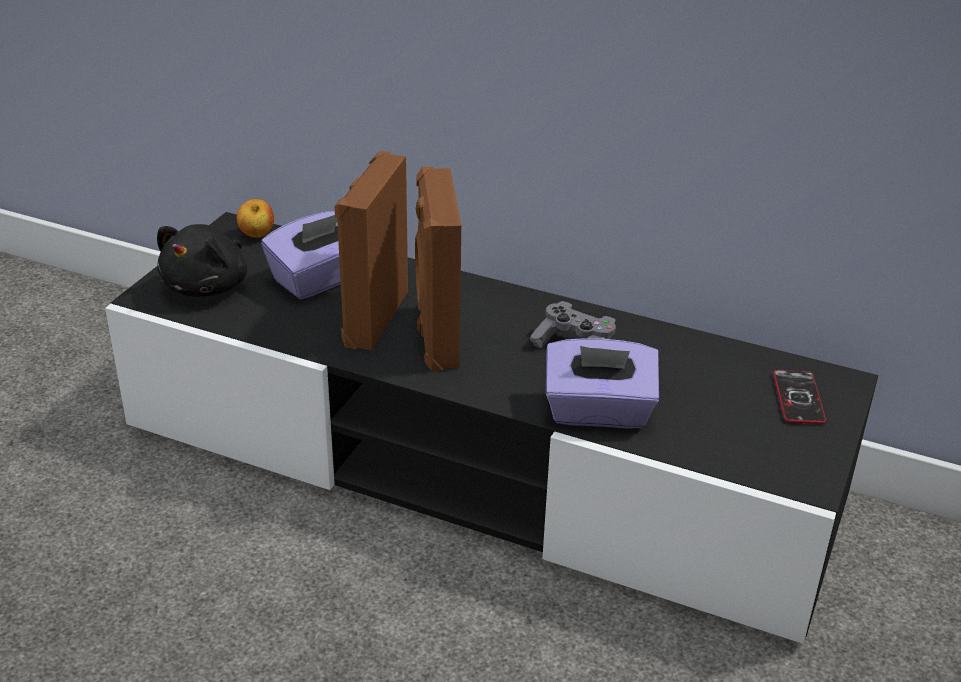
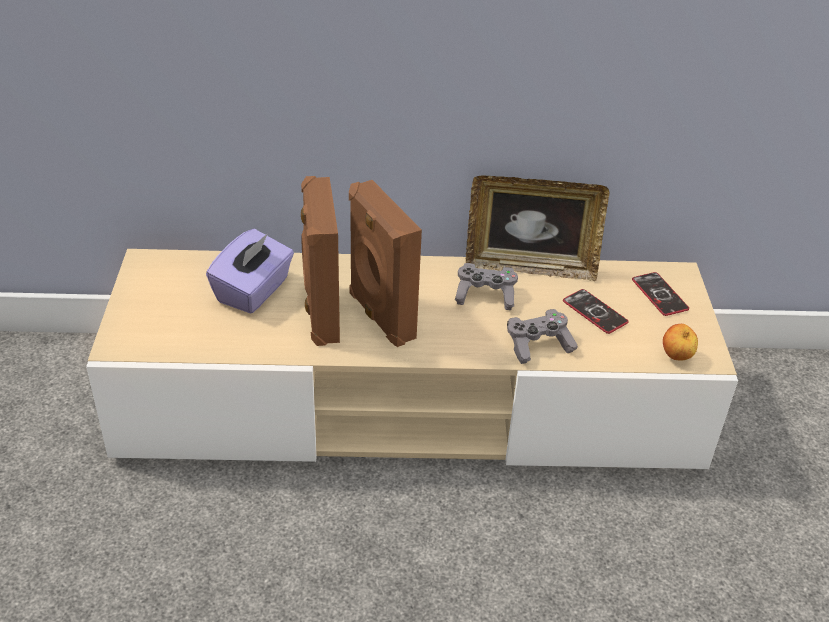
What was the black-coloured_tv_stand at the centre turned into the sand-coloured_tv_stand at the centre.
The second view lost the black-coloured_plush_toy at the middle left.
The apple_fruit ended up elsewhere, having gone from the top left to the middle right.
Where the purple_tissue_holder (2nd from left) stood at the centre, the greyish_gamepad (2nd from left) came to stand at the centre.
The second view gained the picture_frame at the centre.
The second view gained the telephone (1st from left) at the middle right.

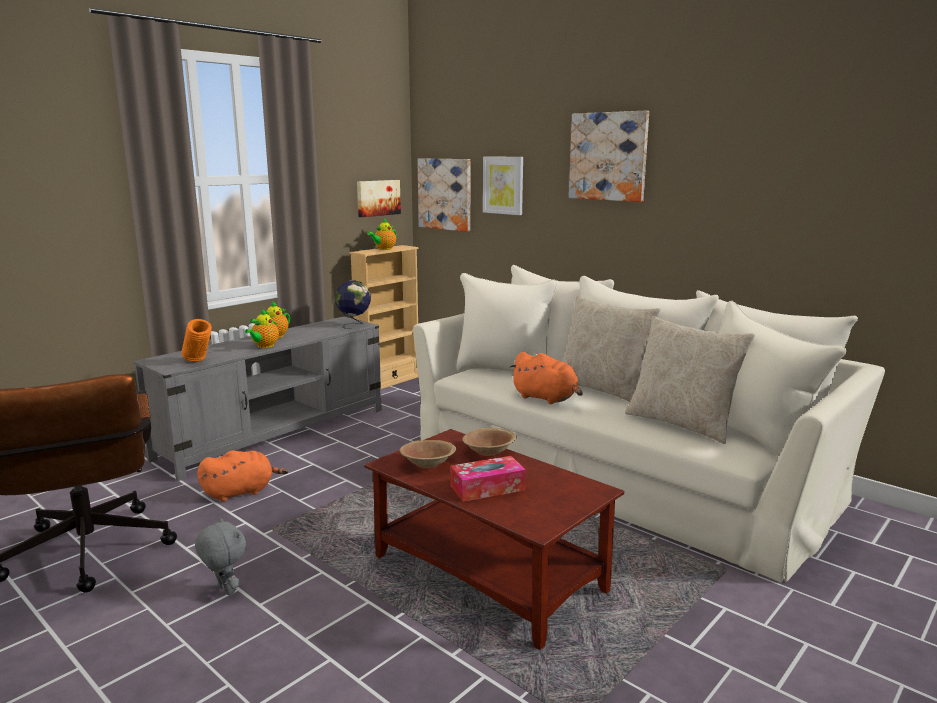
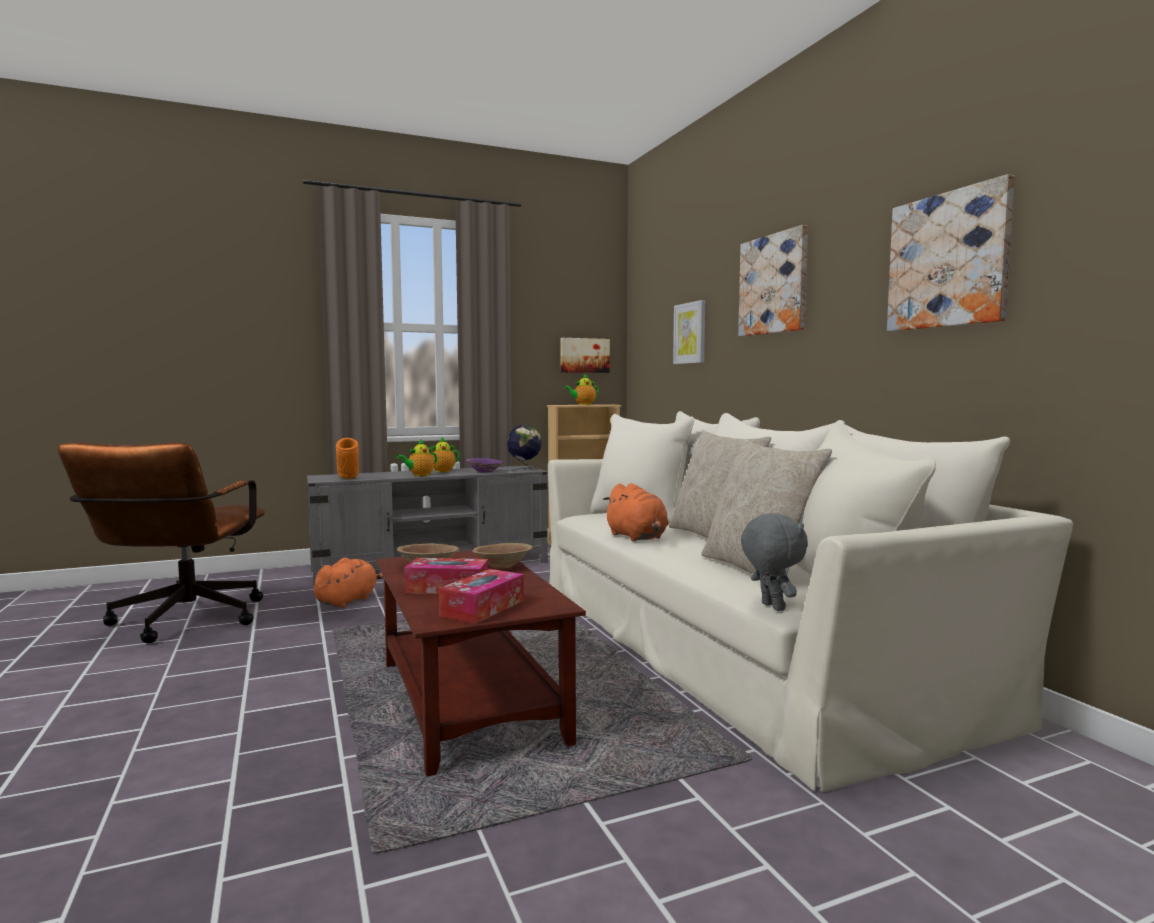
The greyish_plush_toy ended up elsewhere, having gone from the bottom left to the middle right.
The orangey_plush_toy (1st from left) at the bottom left ended up facing another way, 60 degrees counterclockwise from before.
The wall_picture (2nd from left in the first image) ended up elsewhere, having gone from the top centre to the top right.
The second view gained the tissue_holder (2nd from left) at the centre.
The second view gained the purple_deep_dish at the centre.

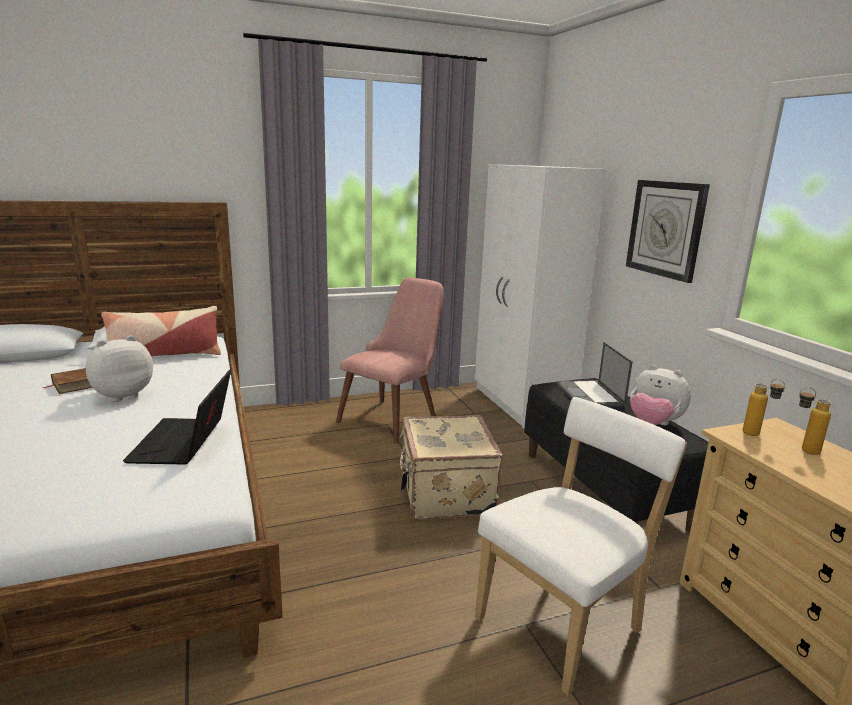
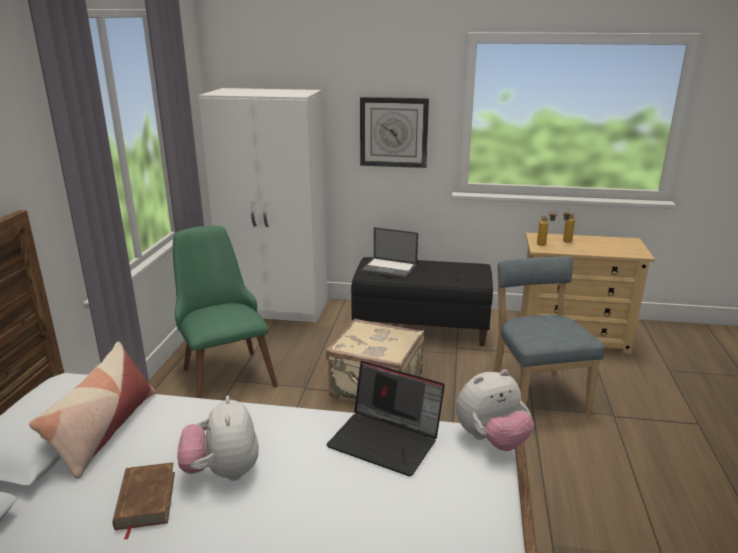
What was the pink-coloured_upright_chair at the centre turned into the greenish_upright_chair at the middle left.
What was the white_upright_chair at the bottom right turned into the bluish_upright_chair at the middle right.
The plush_toy (2nd from left) ended up elsewhere, having gone from the middle right to the bottom right.

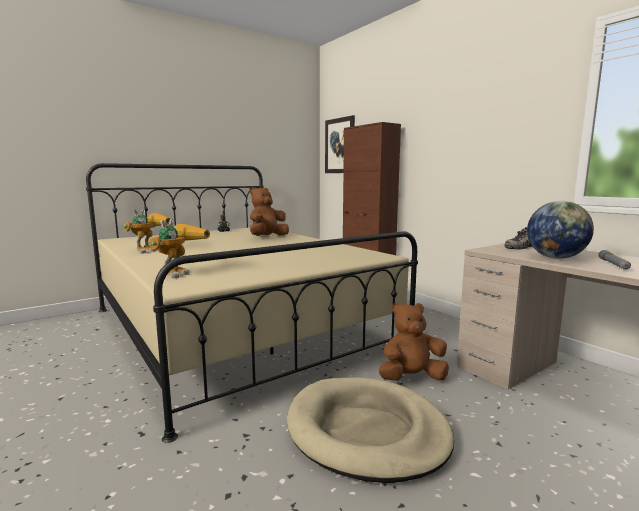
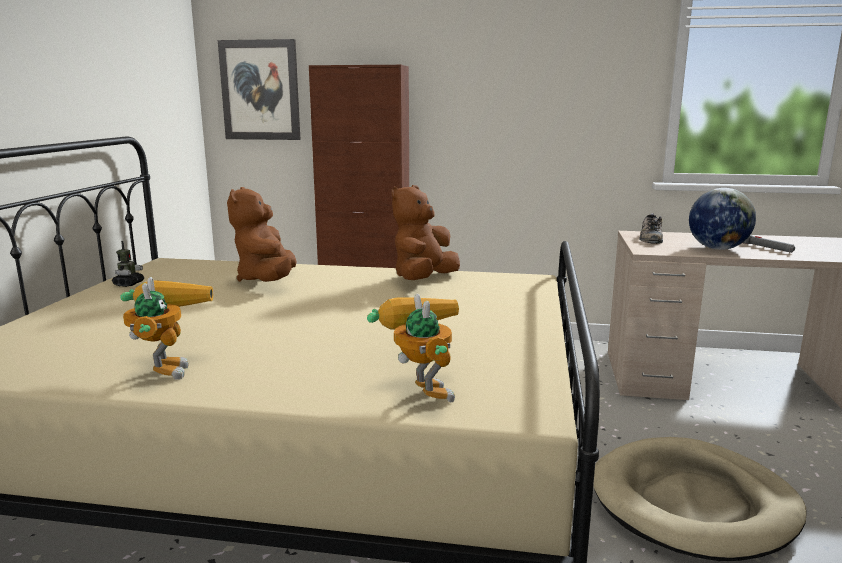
The brownish_plush_toy (2nd from left) ended up elsewhere, having gone from the bottom centre to the centre.

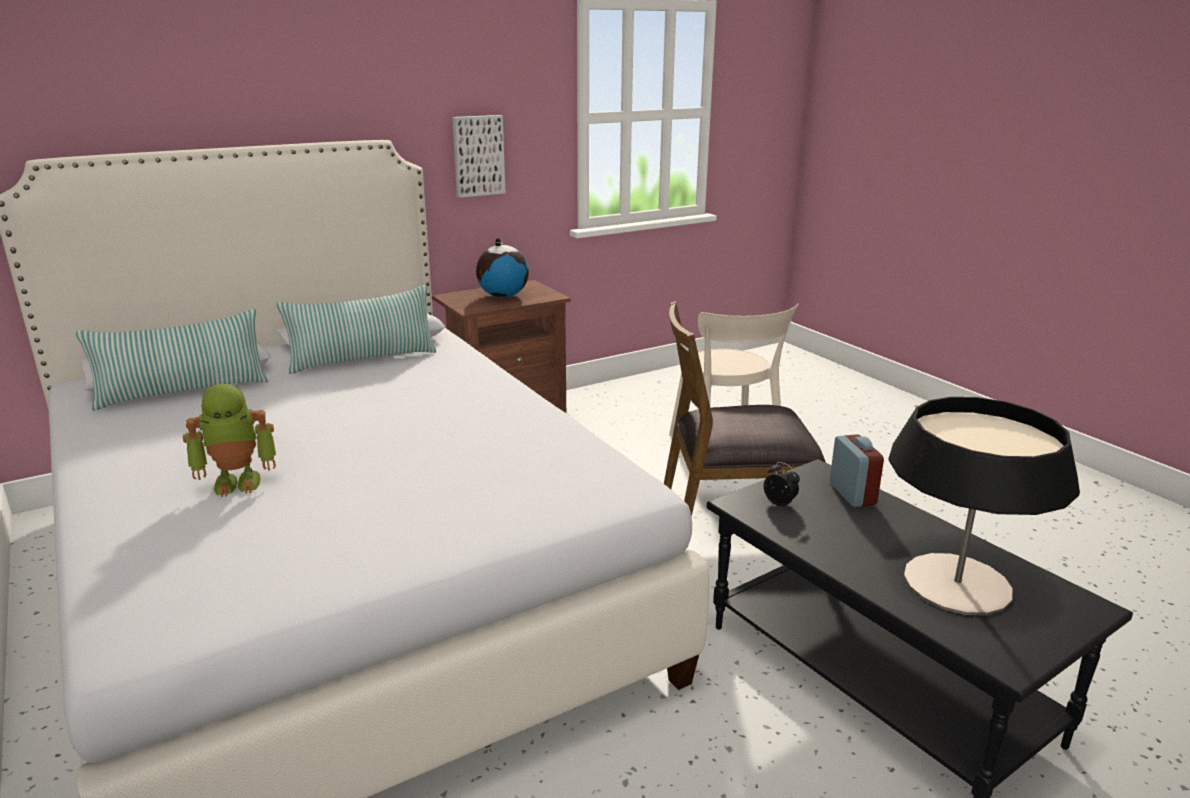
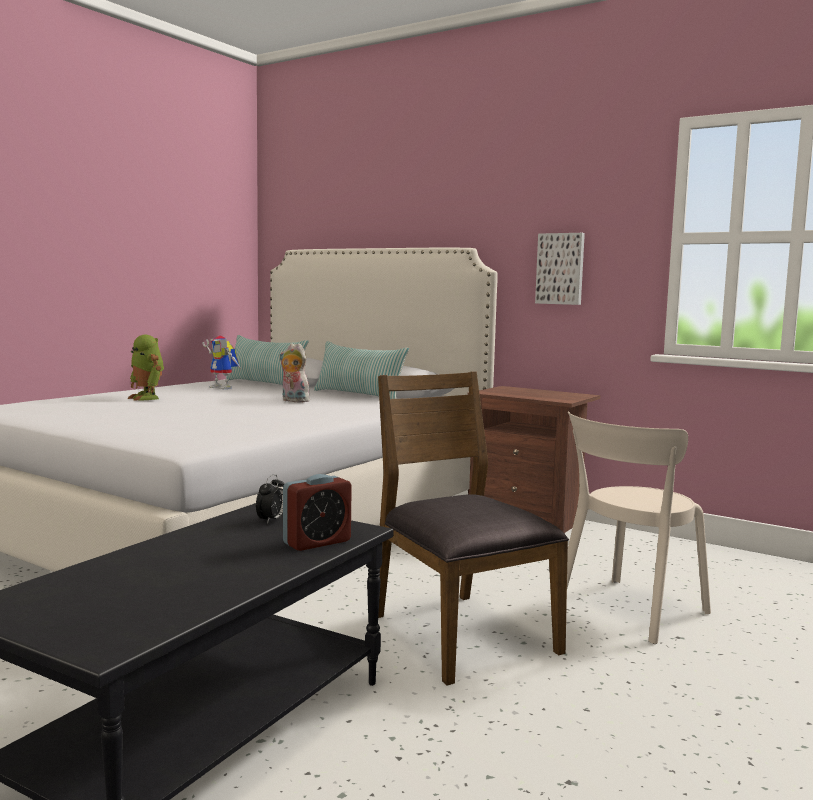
The second view lost the desk_globe at the centre.
The second view lost the tabletop_lamp at the middle right.
The second view gained the toy_robot (2nd from left) at the middle left.
The second view gained the plush_toy at the centre.

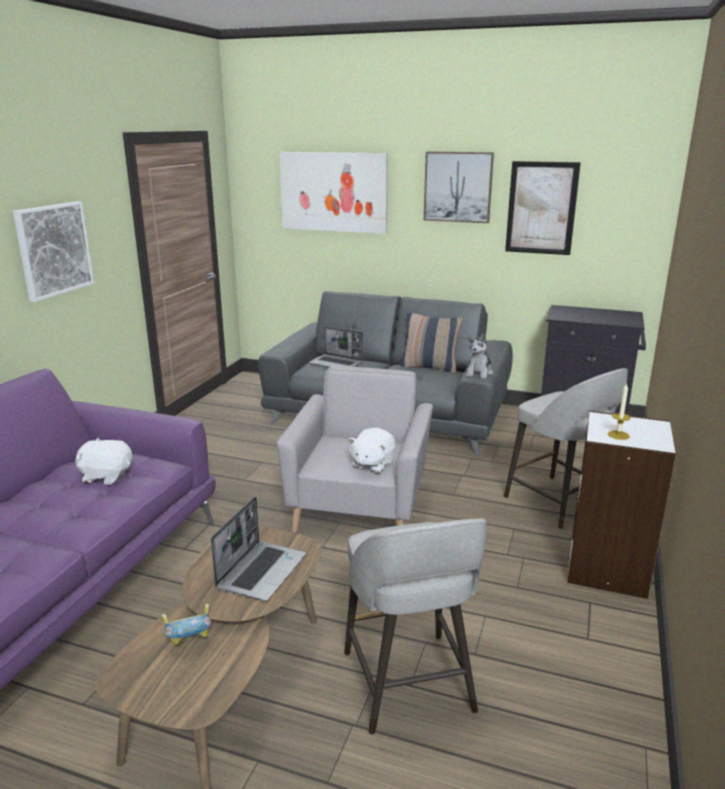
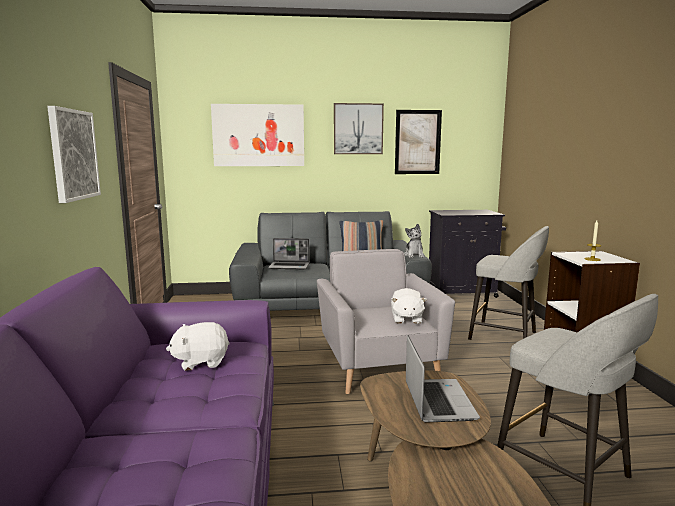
The second view lost the deep_dish at the bottom left.

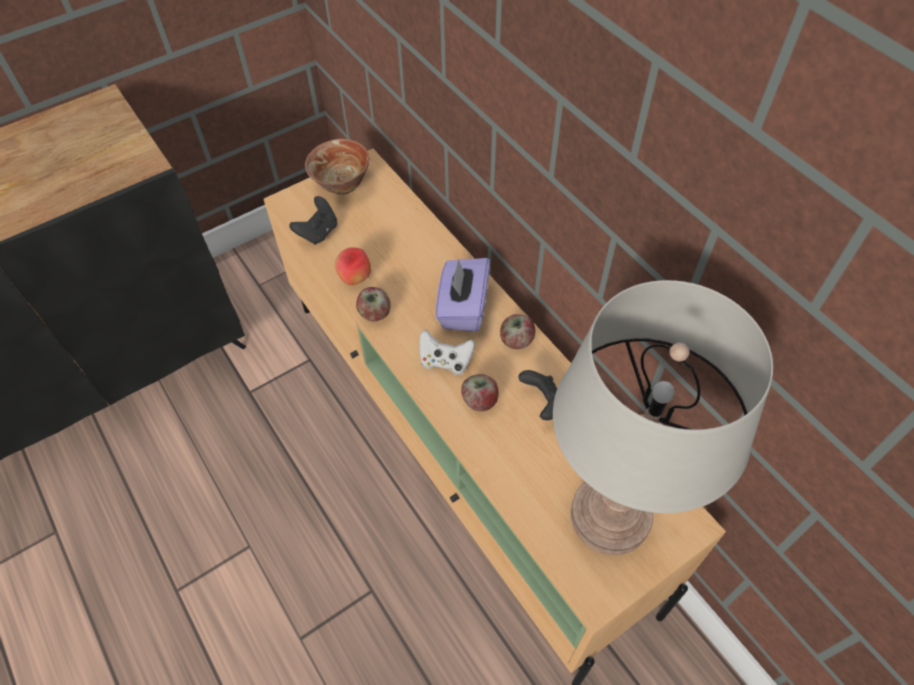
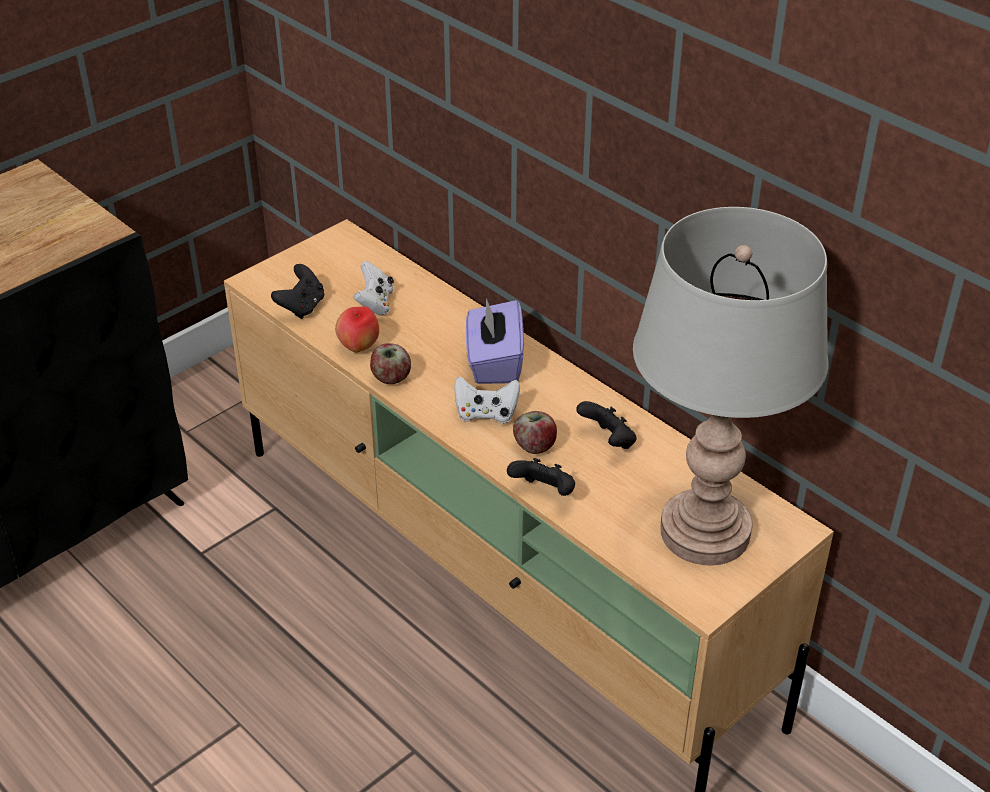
The second view lost the deep_dish at the top centre.
The second view lost the apple_fruit (4th from left) at the centre.
The second view gained the white_gamepad (1st from left) at the centre.
The second view gained the black-coloured_gamepad (2nd from left) at the centre.

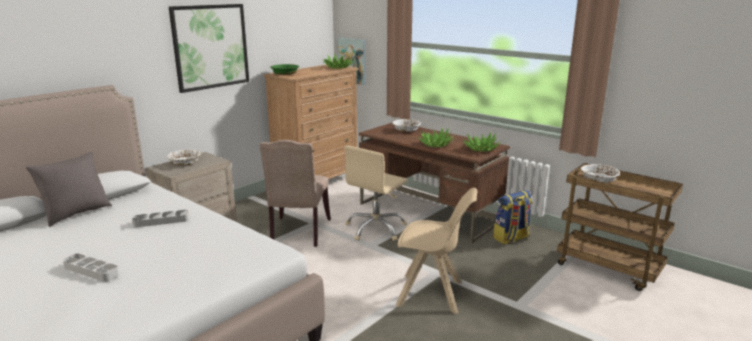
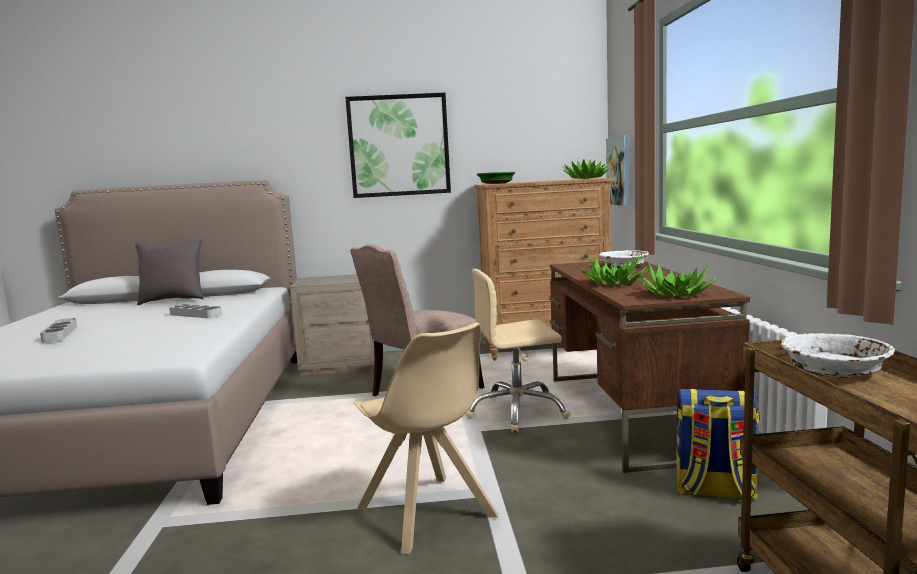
The second view lost the white_deep_dish (1st from left) at the middle left.

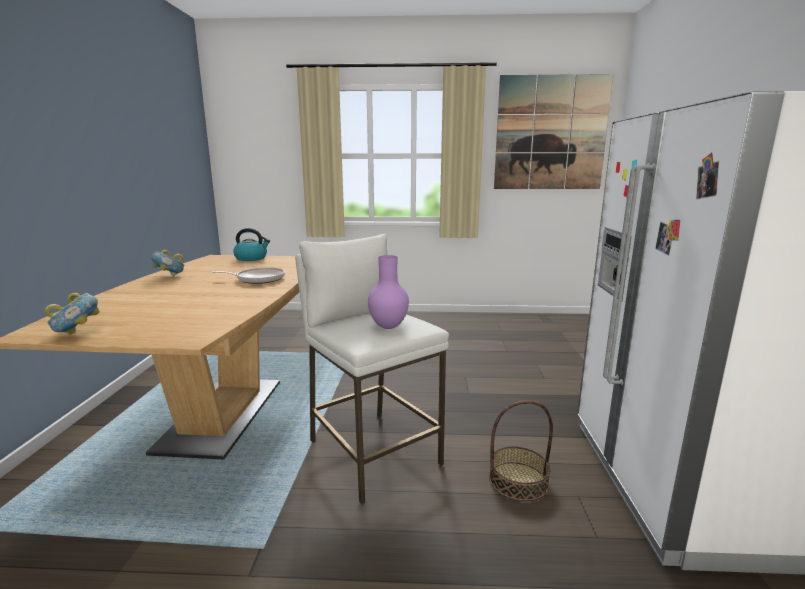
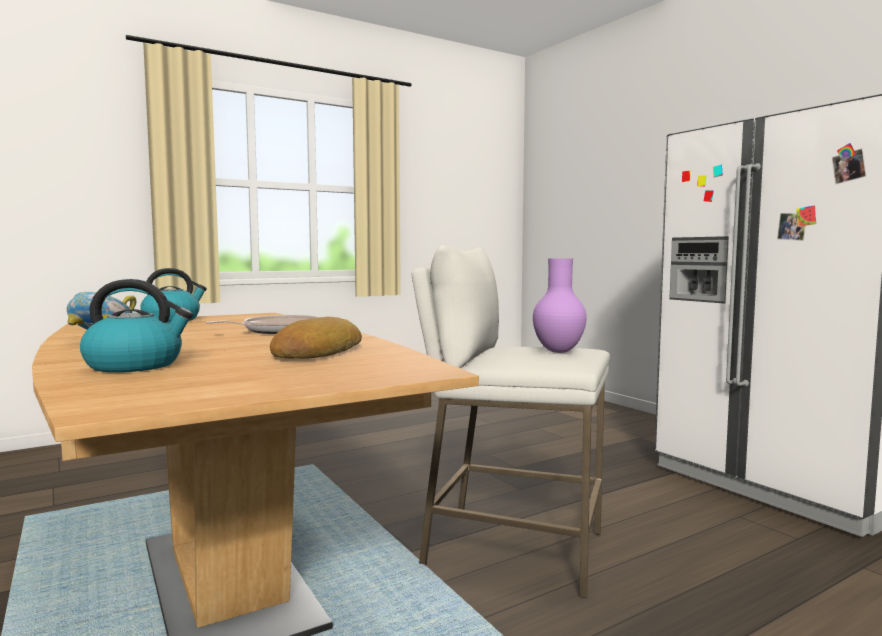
The second view lost the deep_dish (1st from left) at the middle left.
The second view lost the storage_basket at the bottom centre.
The second view lost the wall_picture at the top right.
The second view gained the kettle (1st from left) at the middle left.
The second view gained the bakery_bread at the centre.

